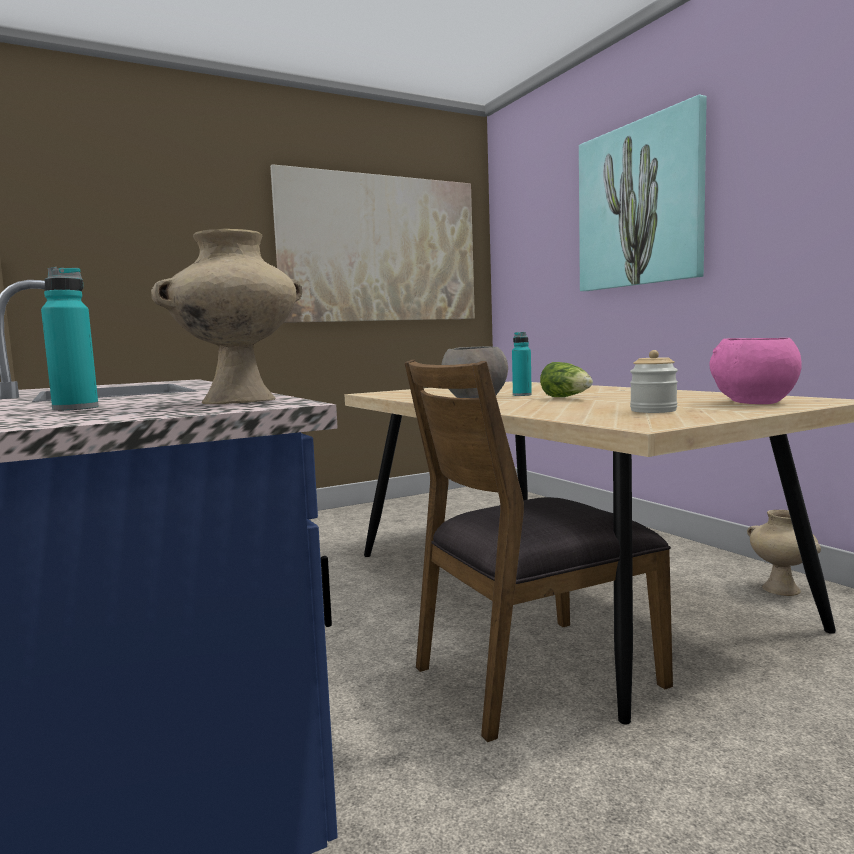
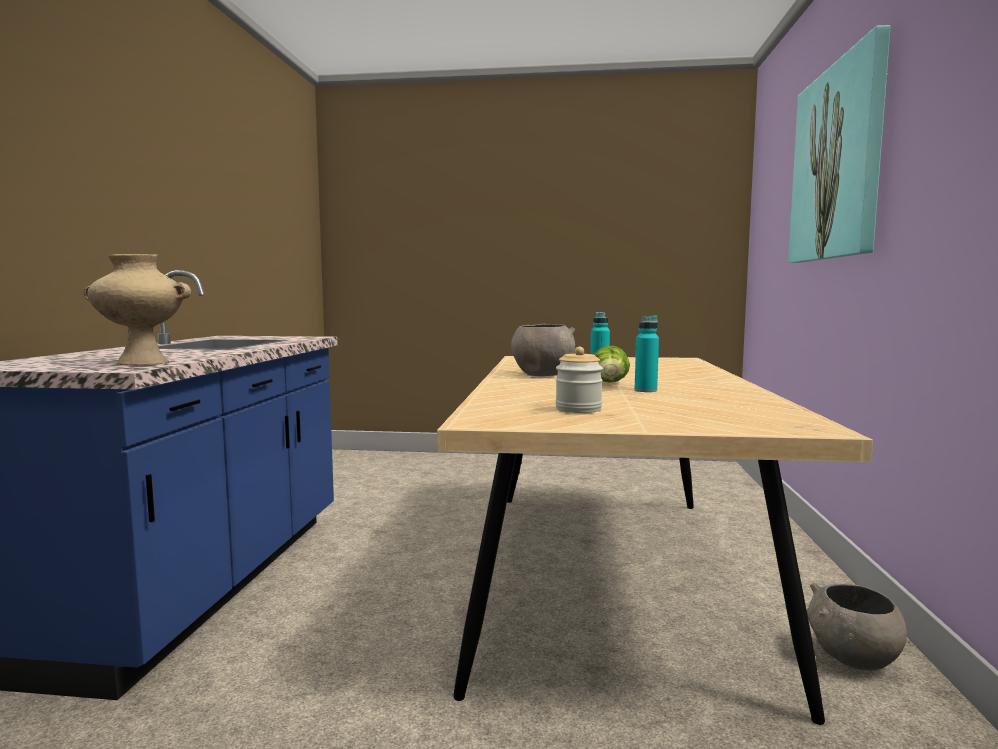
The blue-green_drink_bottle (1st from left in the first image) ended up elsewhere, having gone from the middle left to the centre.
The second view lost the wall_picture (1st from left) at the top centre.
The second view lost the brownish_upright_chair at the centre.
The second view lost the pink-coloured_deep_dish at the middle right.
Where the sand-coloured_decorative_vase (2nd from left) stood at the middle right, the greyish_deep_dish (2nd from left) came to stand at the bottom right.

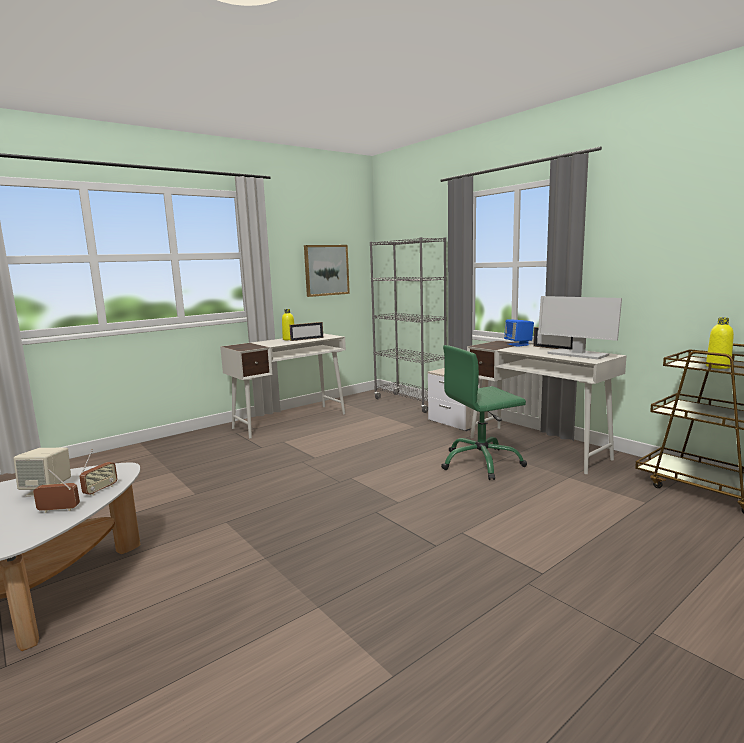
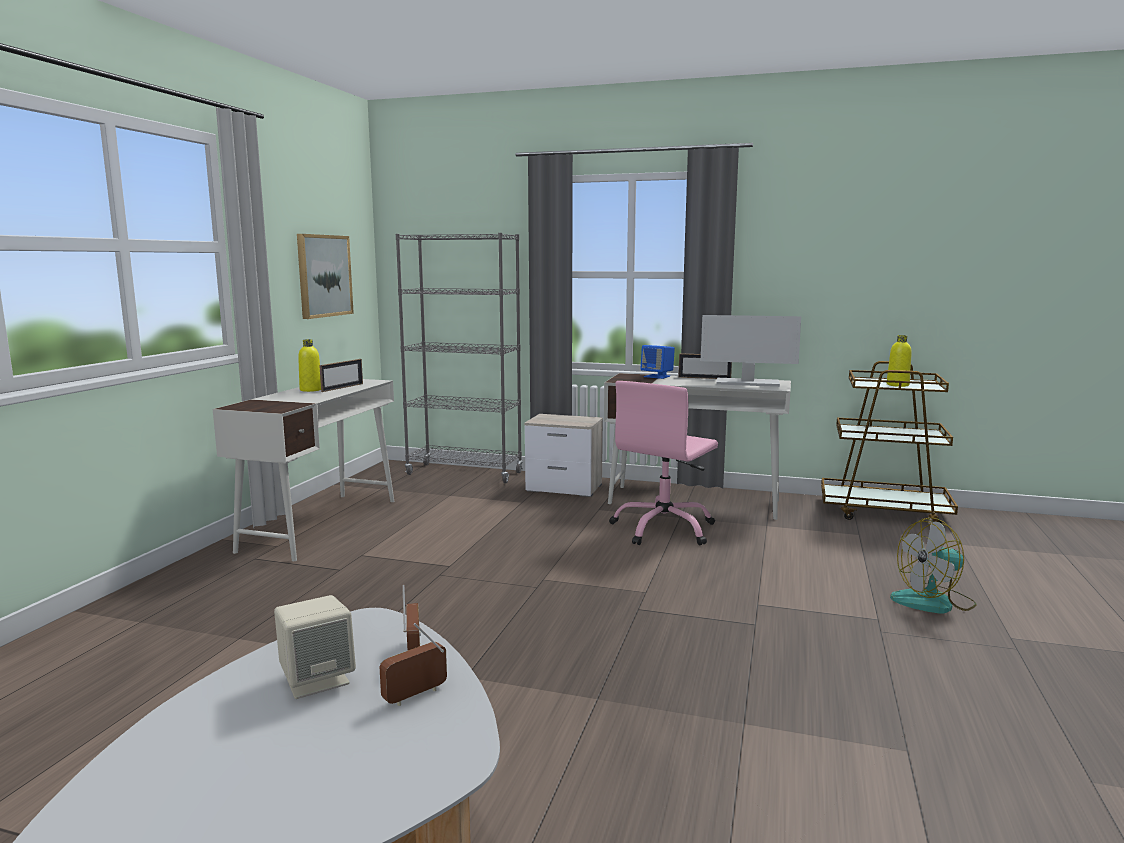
What was the greenish_desk_chair at the centre turned into the pink-coloured_desk_chair at the centre.
The second view gained the electric_fan at the bottom right.

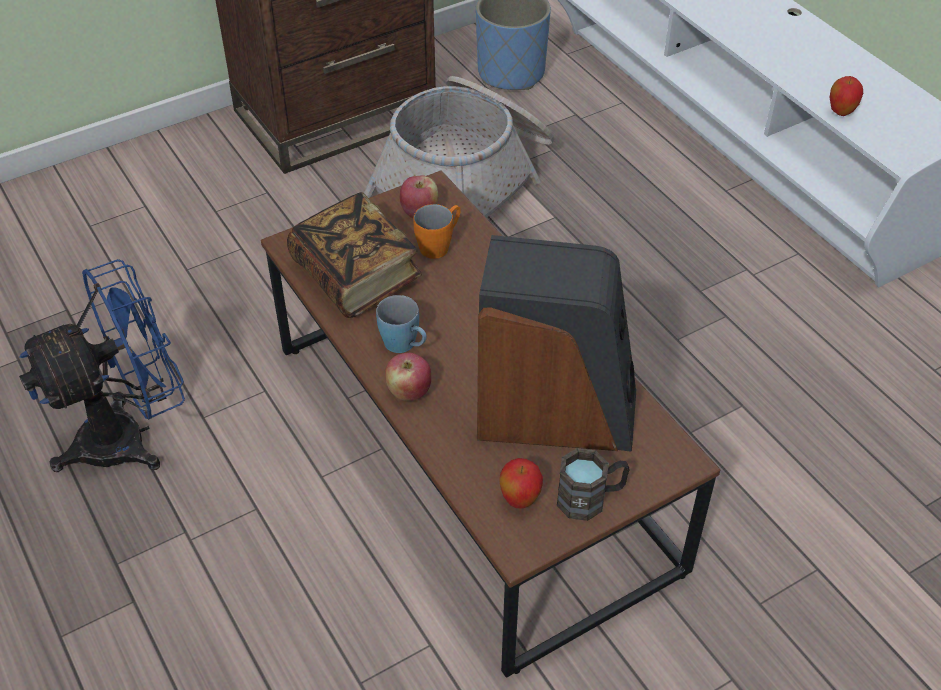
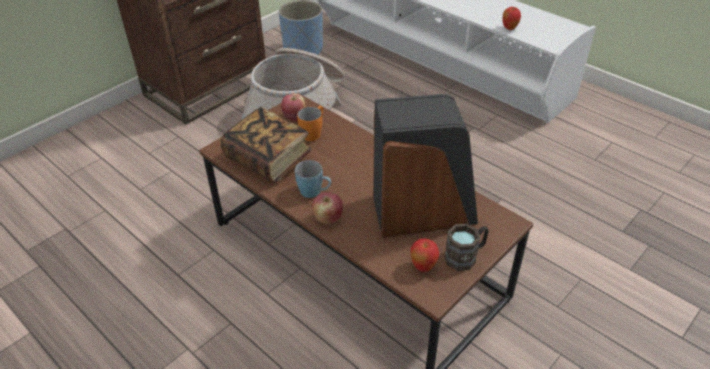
The second view lost the bluish_electric_fan at the middle left.

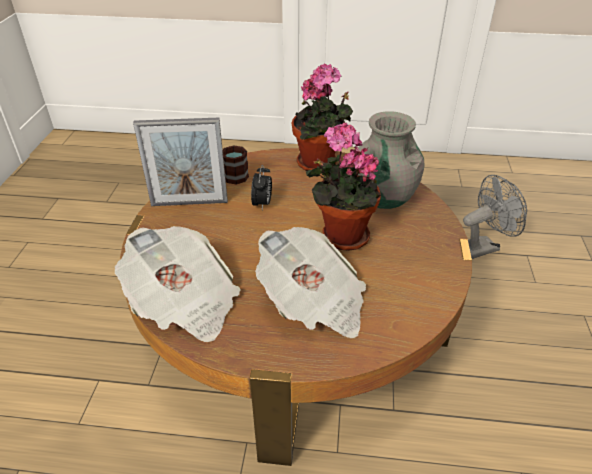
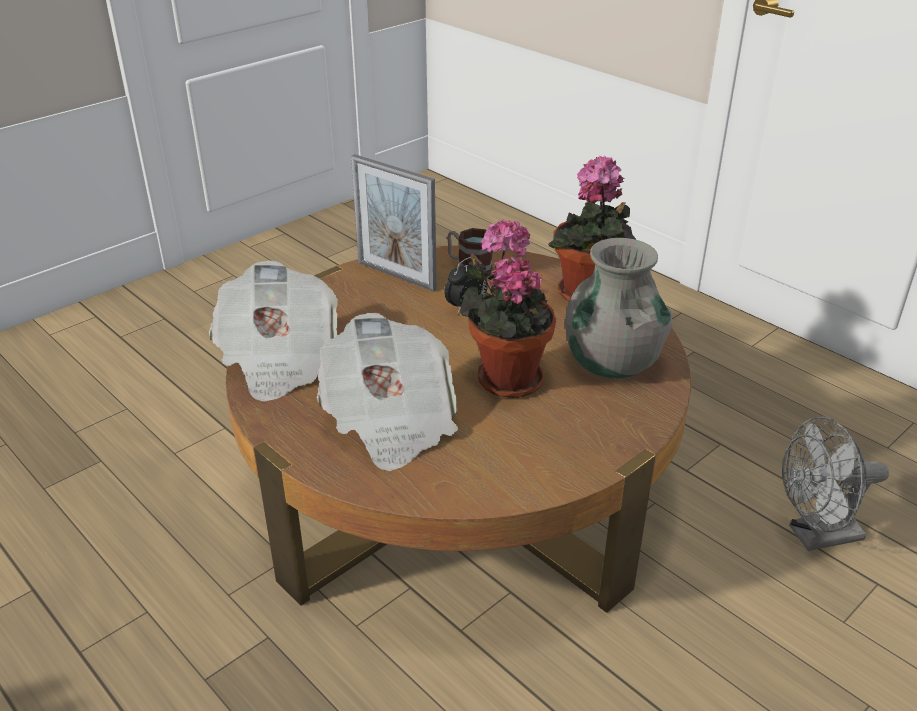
The greyish_electric_fan at the middle right ended up facing another way, 150 degrees clockwise from before.

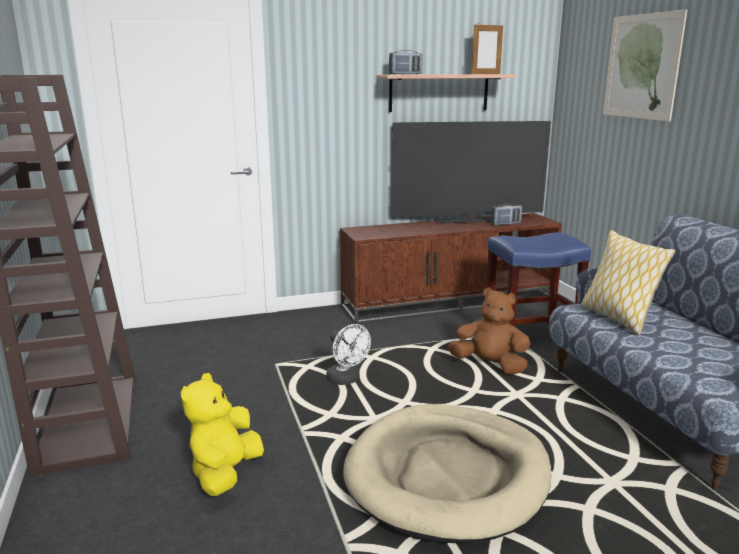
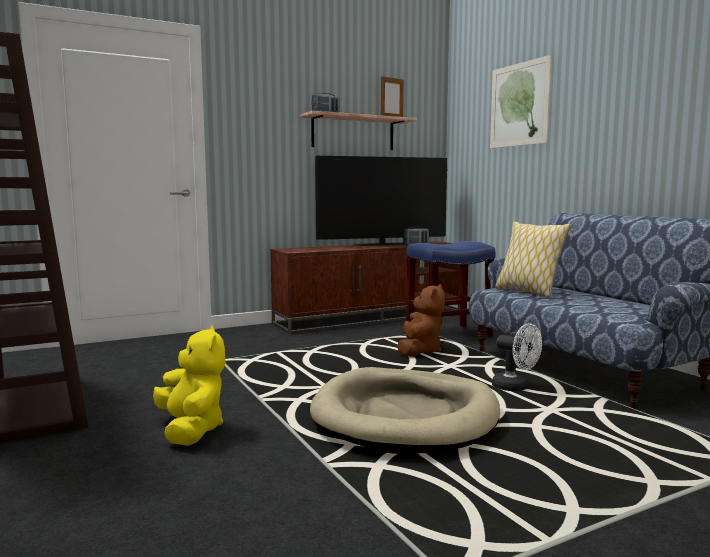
The yellowish_plush_toy at the bottom left ended up facing another way, 150 degrees clockwise from before.
The white_electric_fan ended up elsewhere, having gone from the centre to the middle right.
The brownish_plush_toy at the centre ended up facing another way, 90 degrees clockwise from before.

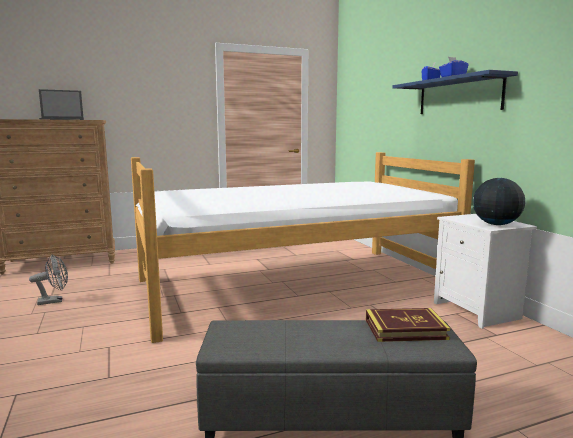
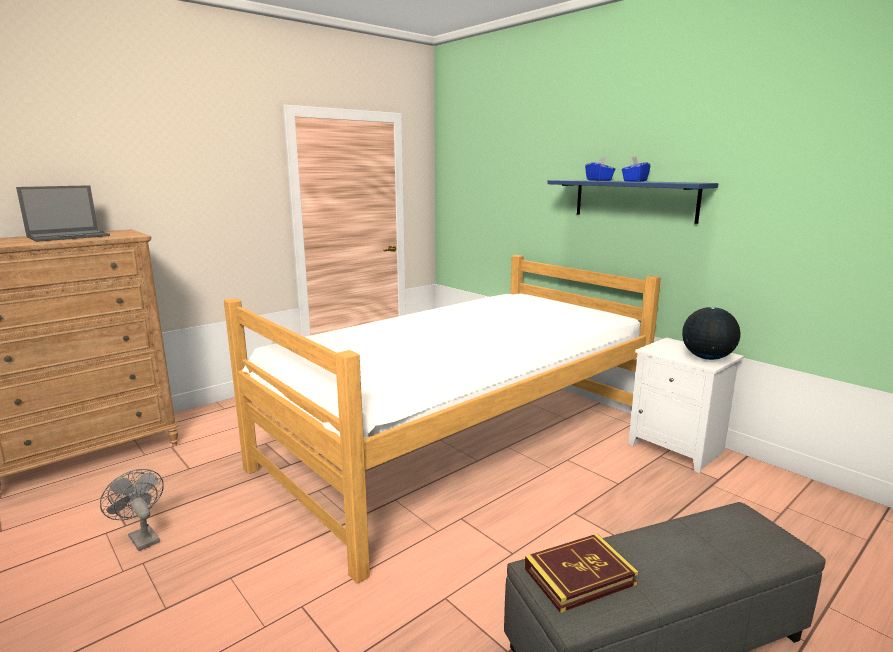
The greyish_electric_fan at the middle left ended up facing another way, 90 degrees counterclockwise from before.
The bound_book ended up elsewhere, having gone from the bottom right to the bottom centre.

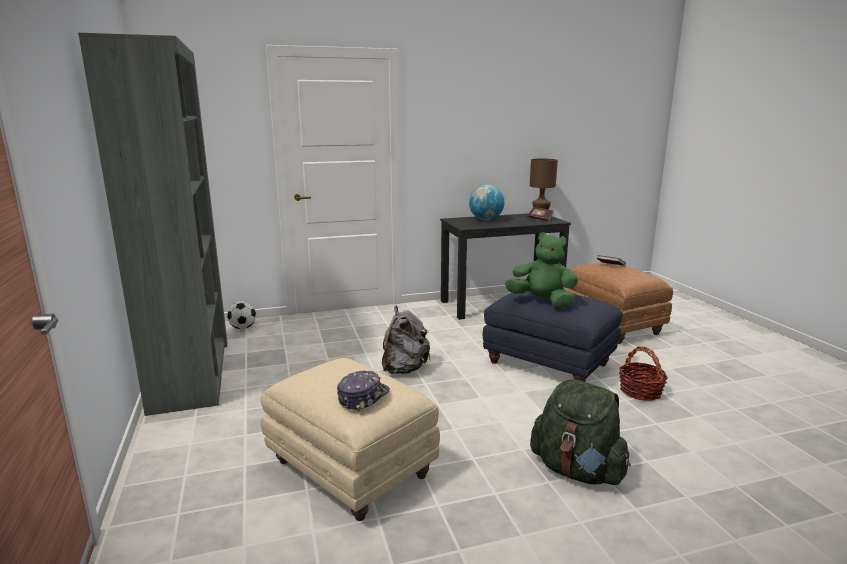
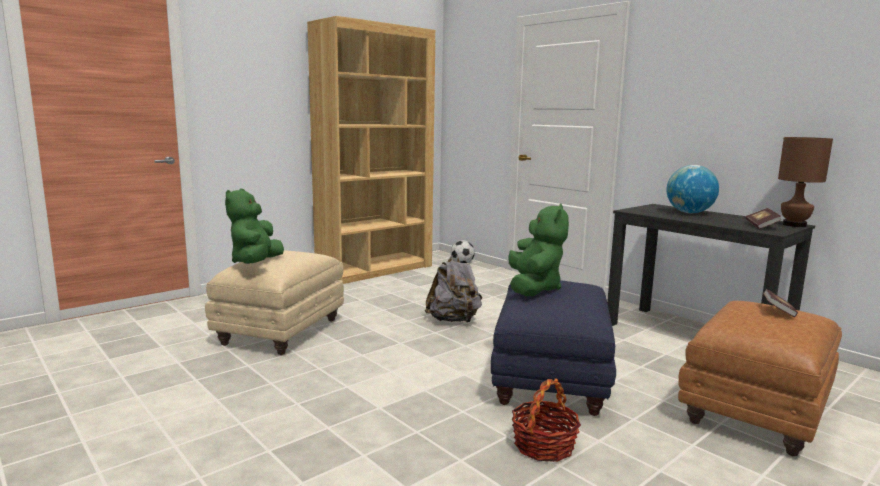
What was the greyish_shelving_unit at the middle left turned into the brownish_shelving_unit at the top centre.
Where the baseball_cap stood at the bottom centre, the greenish_plush_toy (1st from left) came to stand at the middle left.
The second view lost the greenish_knapsack at the bottom right.

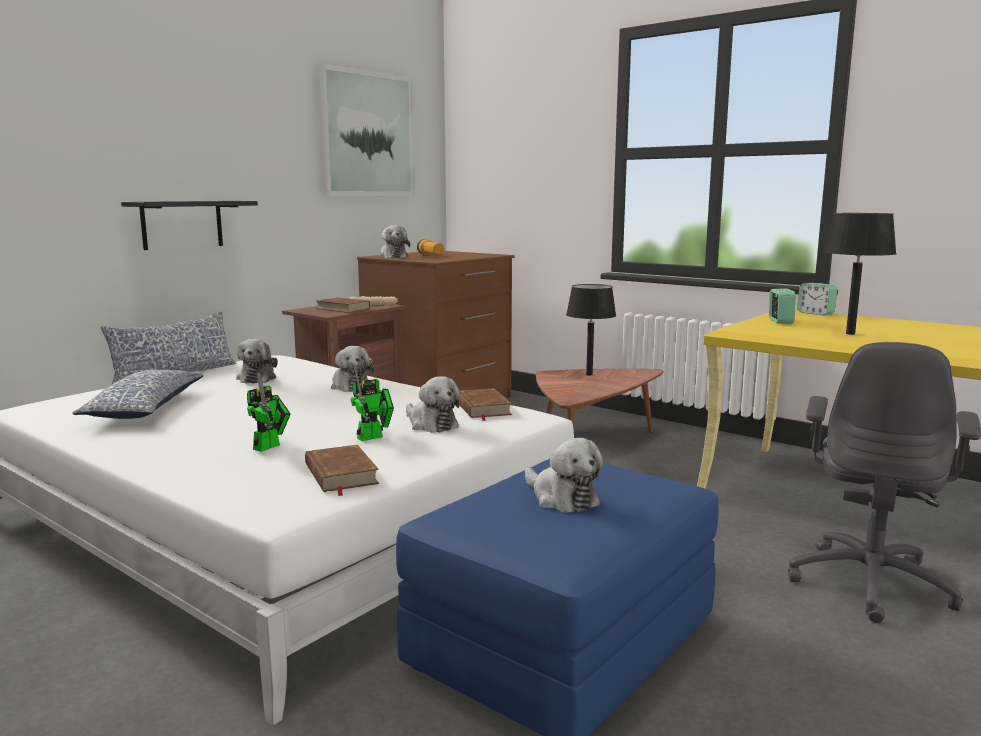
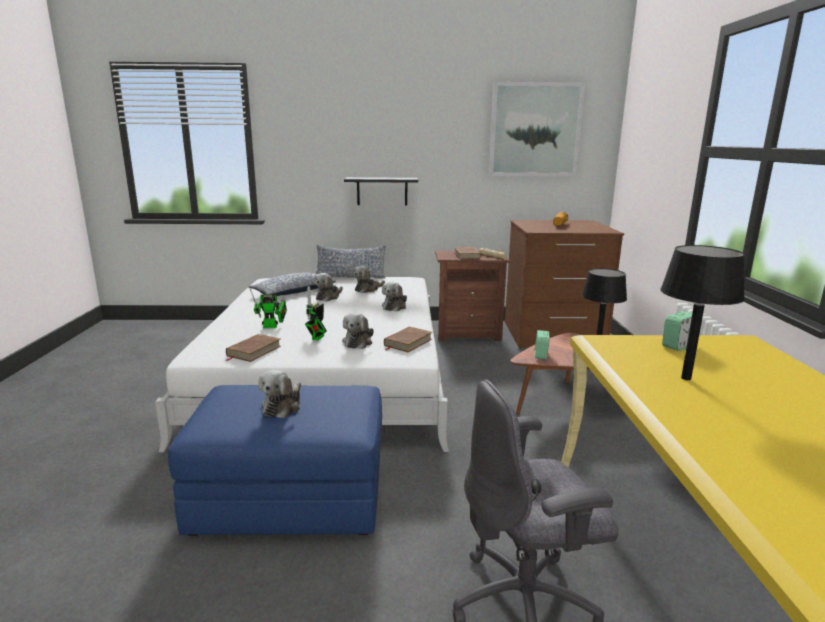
The toy_robot (2nd from left) at the centre ended up facing another way, 90 degrees clockwise from before.
The plush_toy (3rd from left in the first image) ended up elsewhere, having gone from the top centre to the centre.
The table_clock (2nd from left in the first image) ended up elsewhere, having gone from the middle right to the centre.

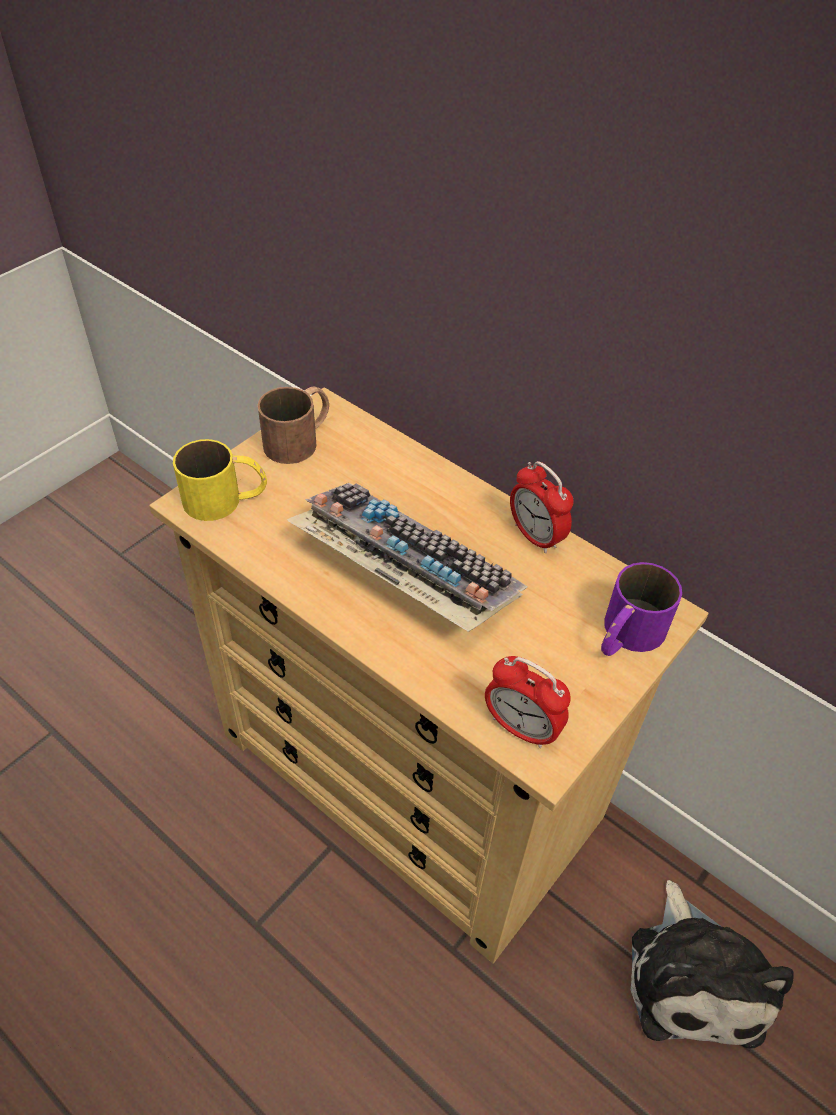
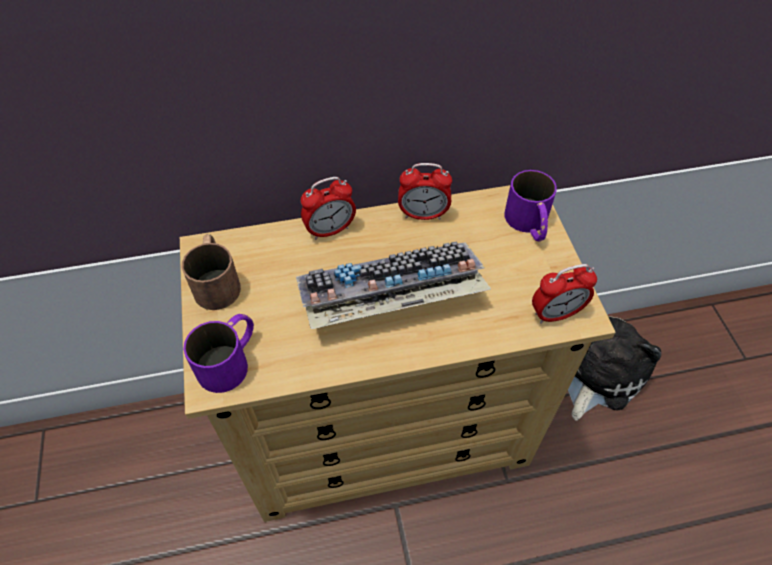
What was the yellowish_mug at the middle left turned into the purple_mug (1st from left) at the middle left.
The plush_toy at the bottom right ended up facing another way, 90 degrees counterclockwise from before.
The second view gained the table_clock (1st from left) at the centre.

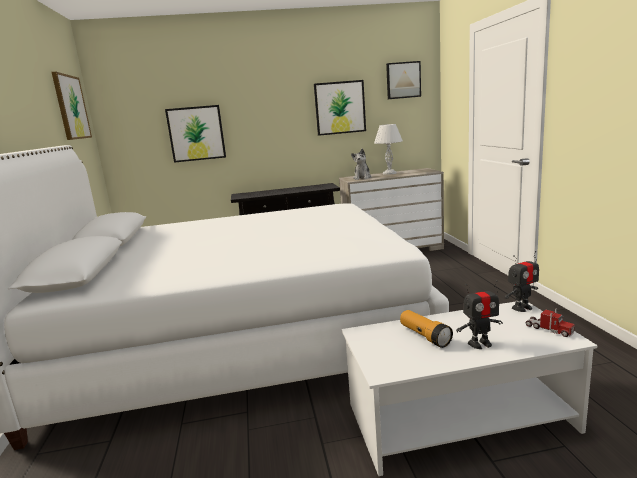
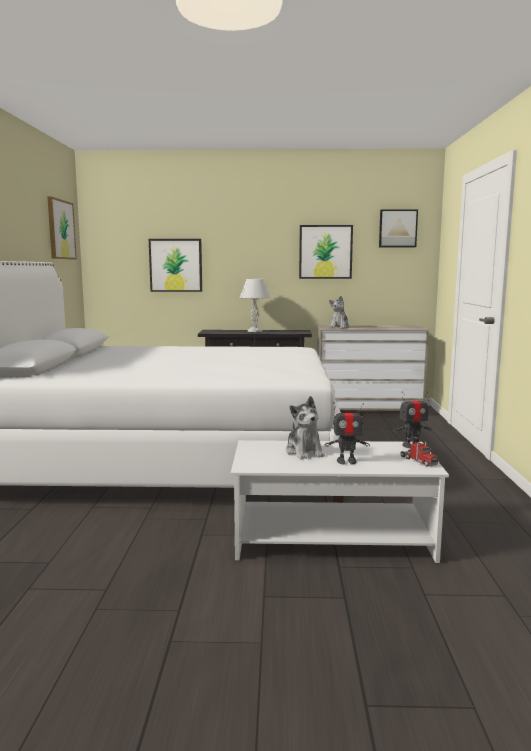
The white_tabletop_lamp ended up elsewhere, having gone from the top centre to the centre.
Where the flashlight stood at the bottom right, the plush_toy (1st from left) came to stand at the centre.

